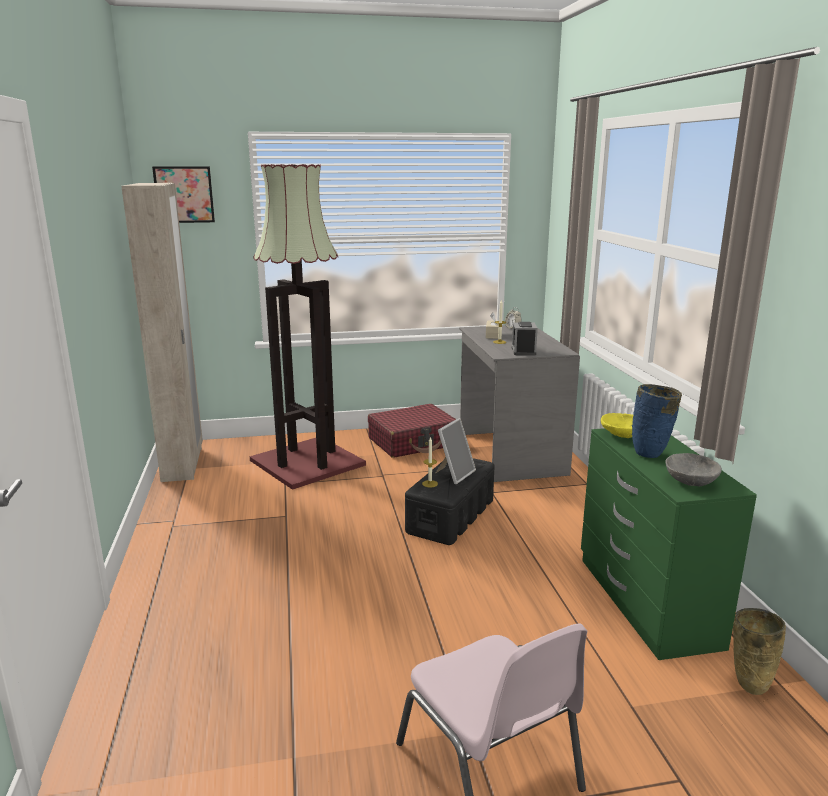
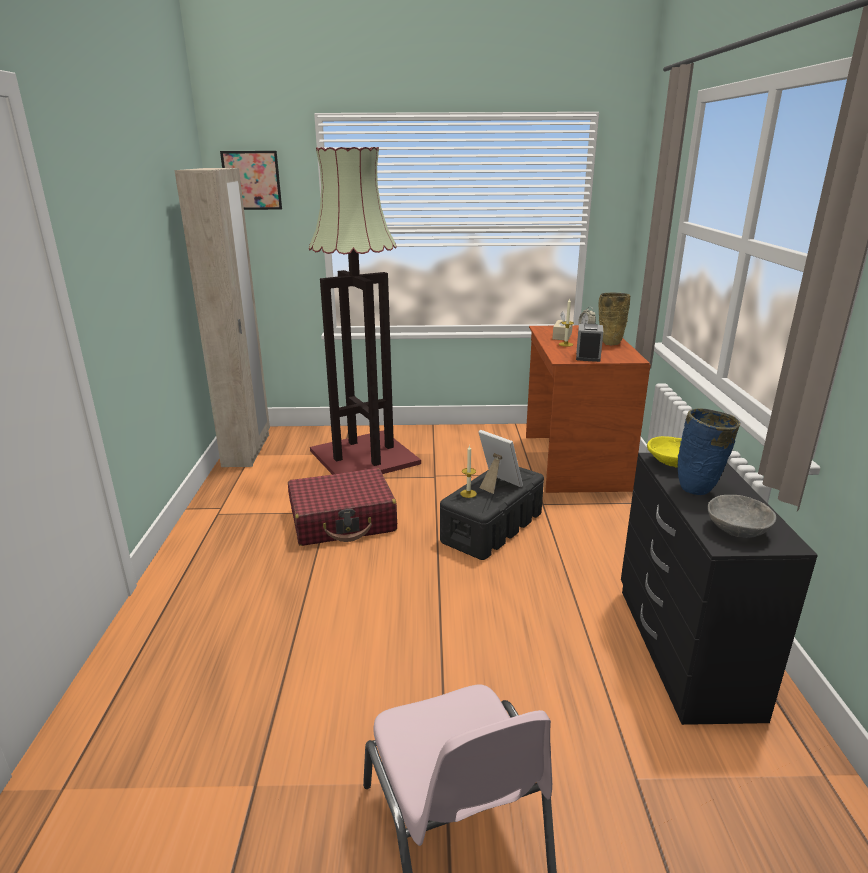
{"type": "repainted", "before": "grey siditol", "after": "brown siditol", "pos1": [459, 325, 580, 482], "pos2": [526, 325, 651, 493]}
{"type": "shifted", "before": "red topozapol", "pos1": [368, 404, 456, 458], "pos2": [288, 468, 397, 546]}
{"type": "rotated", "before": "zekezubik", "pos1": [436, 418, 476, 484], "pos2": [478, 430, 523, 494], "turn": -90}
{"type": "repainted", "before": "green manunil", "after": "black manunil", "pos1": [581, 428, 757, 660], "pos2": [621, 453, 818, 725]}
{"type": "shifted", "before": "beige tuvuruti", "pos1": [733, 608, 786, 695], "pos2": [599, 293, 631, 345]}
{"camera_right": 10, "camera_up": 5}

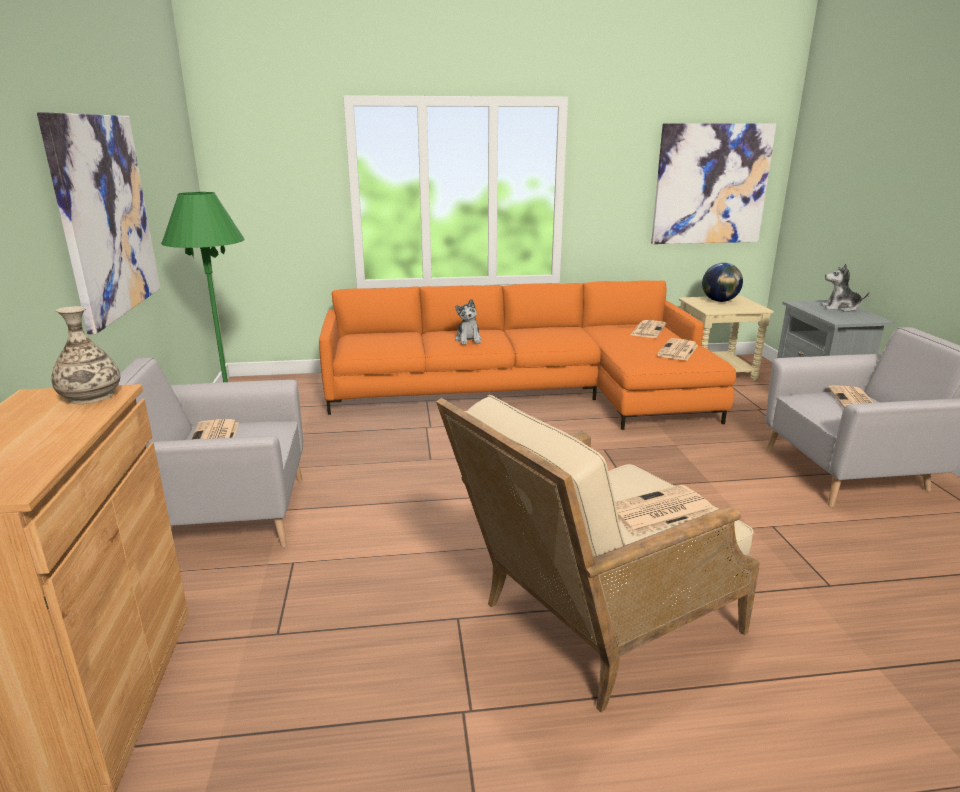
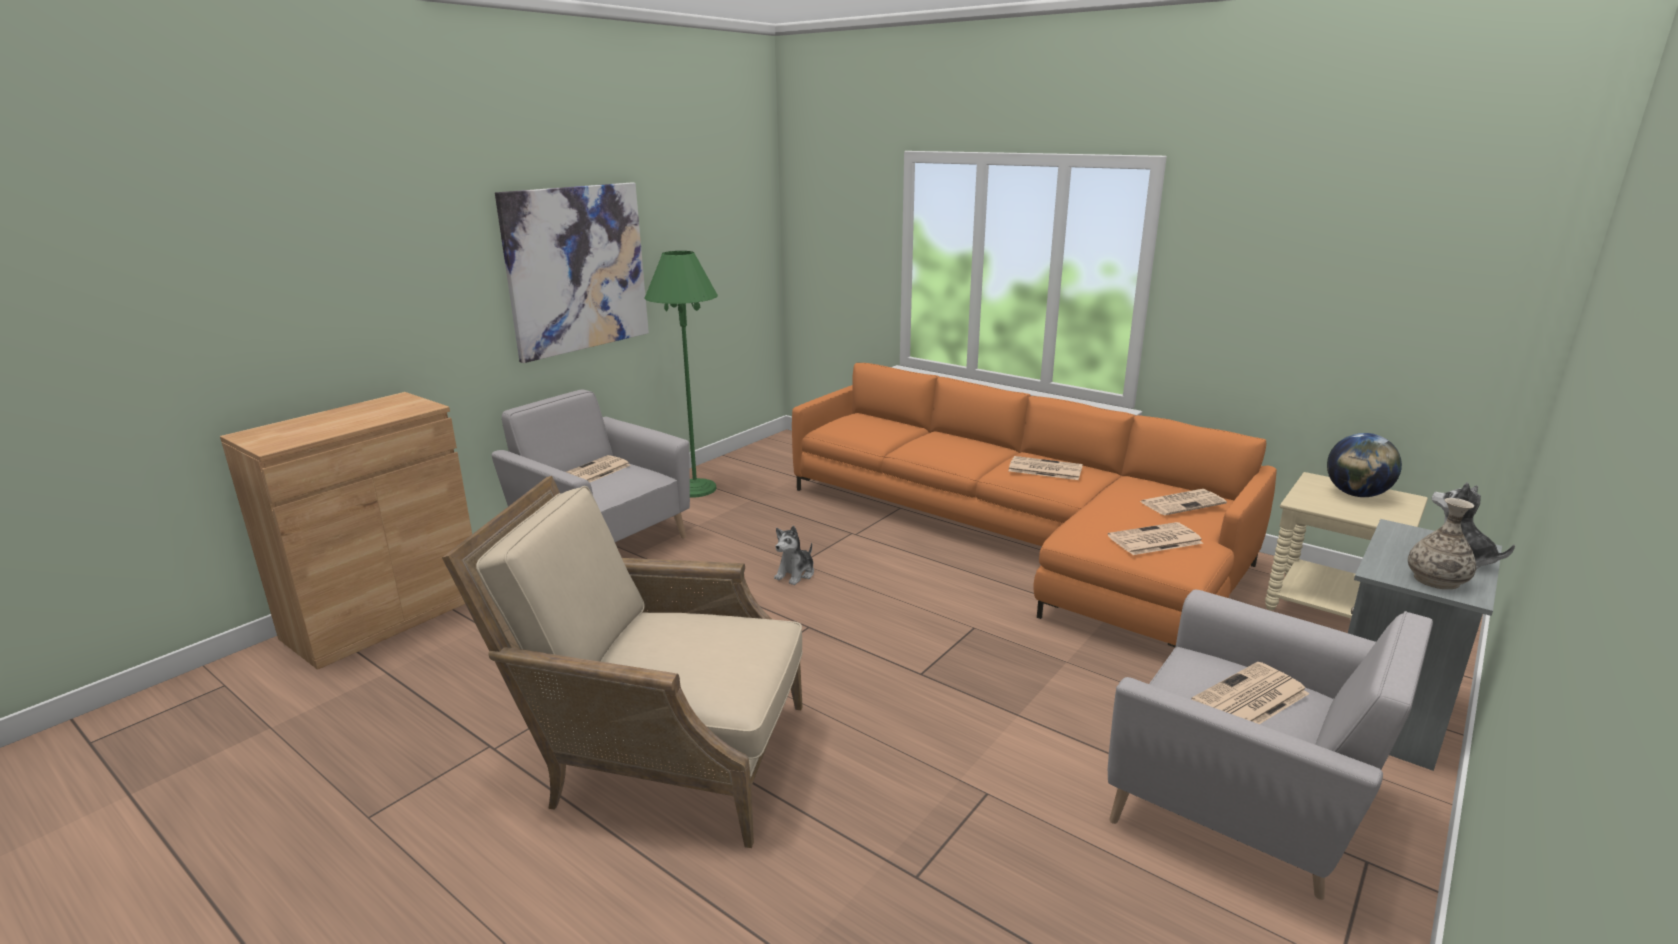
{"type": "gone", "before": "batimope", "pos1": [651, 123, 776, 244]}
{"type": "shifted", "before": "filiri", "pos1": [455, 299, 482, 345], "pos2": [774, 526, 814, 585]}
{"type": "shifted", "before": "tuvuruti", "pos1": [51, 306, 120, 404], "pos2": [1408, 498, 1476, 589]}
{"type": "shifted", "before": "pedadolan", "pos1": [615, 485, 714, 535], "pos2": [1008, 456, 1083, 480]}
{"camera_right": 45, "camera_up": 0}

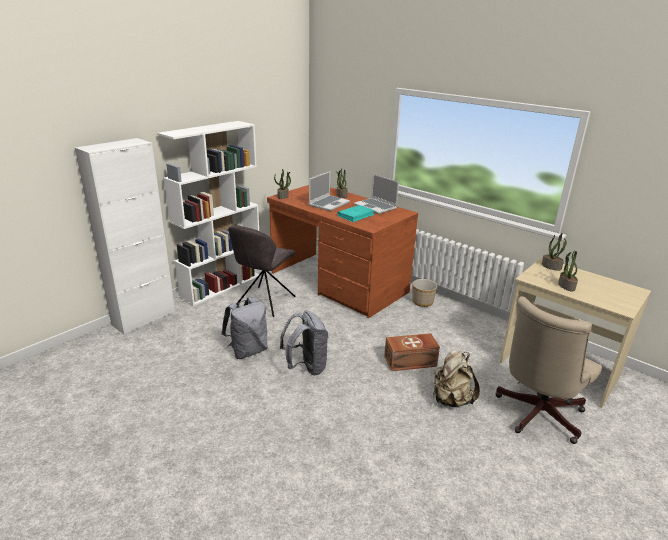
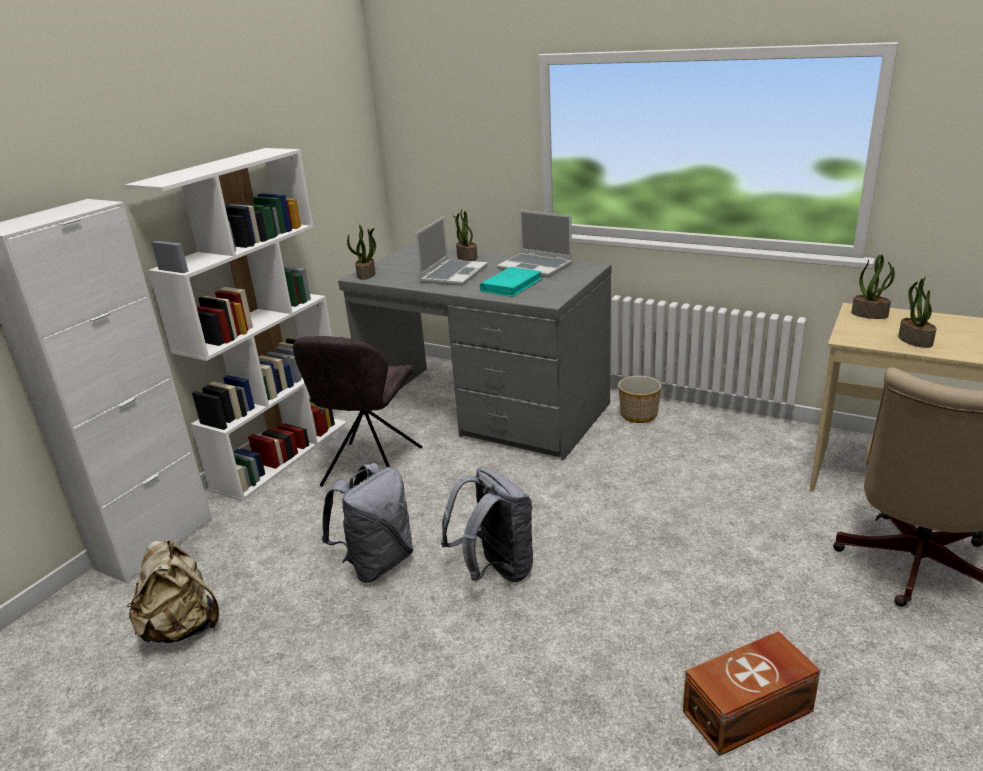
{"type": "repainted", "before": "brown siditol", "after": "grey siditol", "pos1": [267, 185, 418, 318], "pos2": [338, 245, 611, 460]}
{"type": "shifted", "before": "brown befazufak", "pos1": [384, 333, 440, 371], "pos2": [683, 631, 821, 756]}
{"type": "shifted", "before": "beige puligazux", "pos1": [433, 350, 480, 407], "pos2": [127, 540, 219, 643]}
{"camera_right": -10, "camera_up": 0}

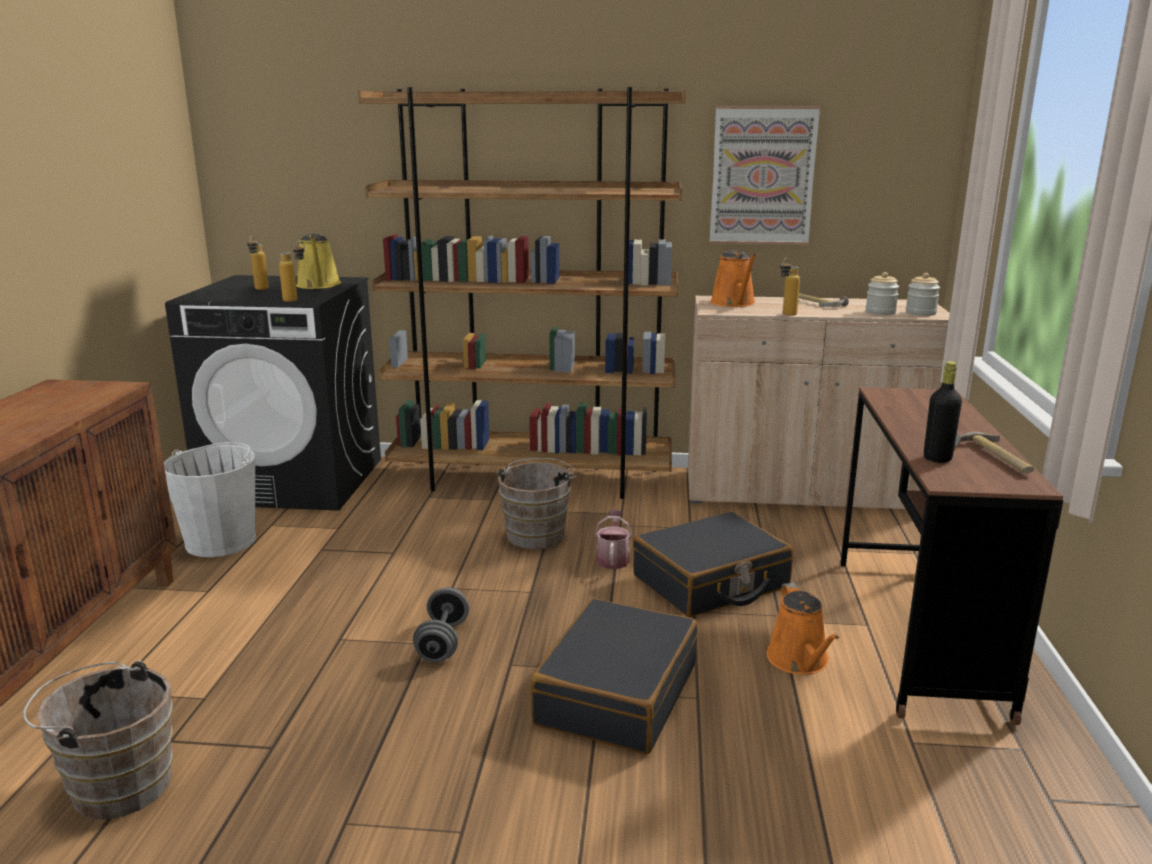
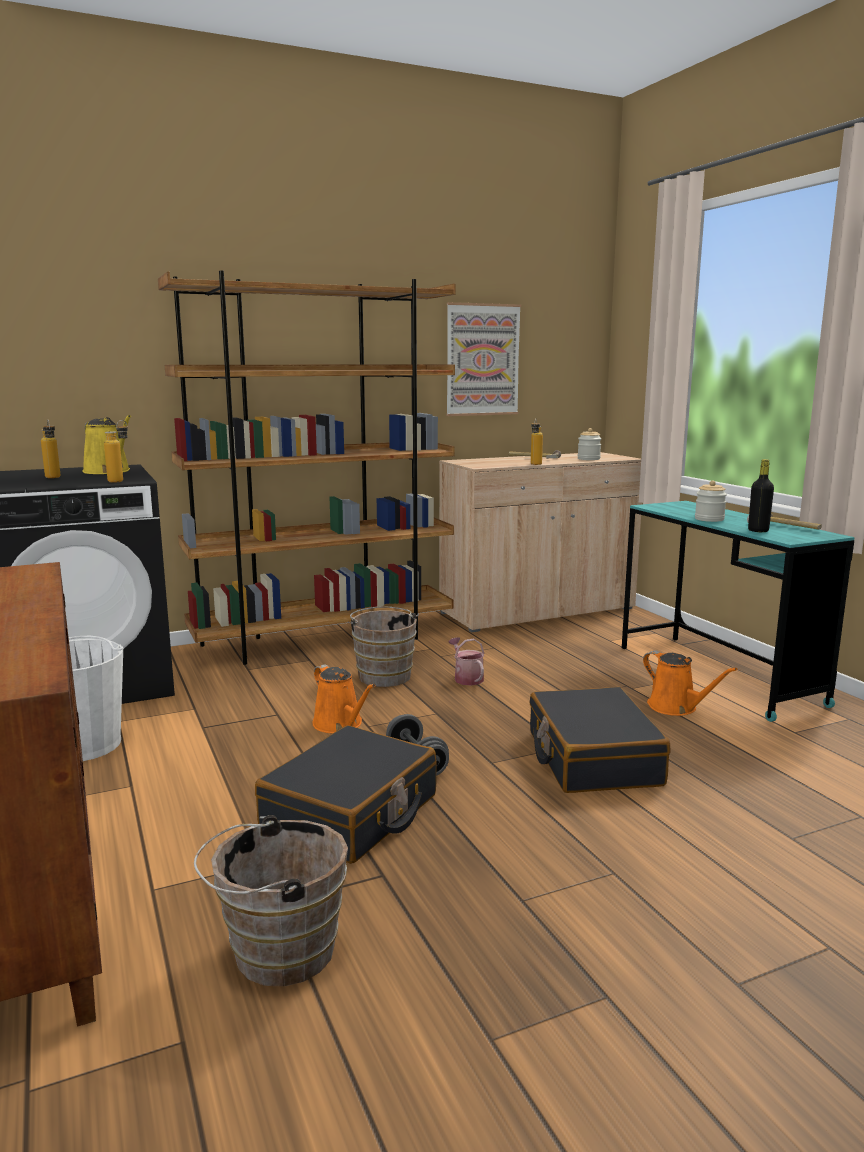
{"type": "shifted", "before": "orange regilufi", "pos1": [710, 250, 756, 307], "pos2": [312, 664, 376, 733]}
{"type": "shifted", "before": "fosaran", "pos1": [906, 273, 940, 316], "pos2": [695, 481, 727, 522]}
{"type": "repainted", "before": "brown siditol", "after": "turquoise siditol", "pos1": [840, 387, 1063, 725], "pos2": [622, 501, 854, 722]}
{"type": "shifted", "before": "black topozapol", "pos1": [633, 511, 793, 617], "pos2": [255, 726, 437, 864]}
{"camera_right": -30, "camera_up": -5}

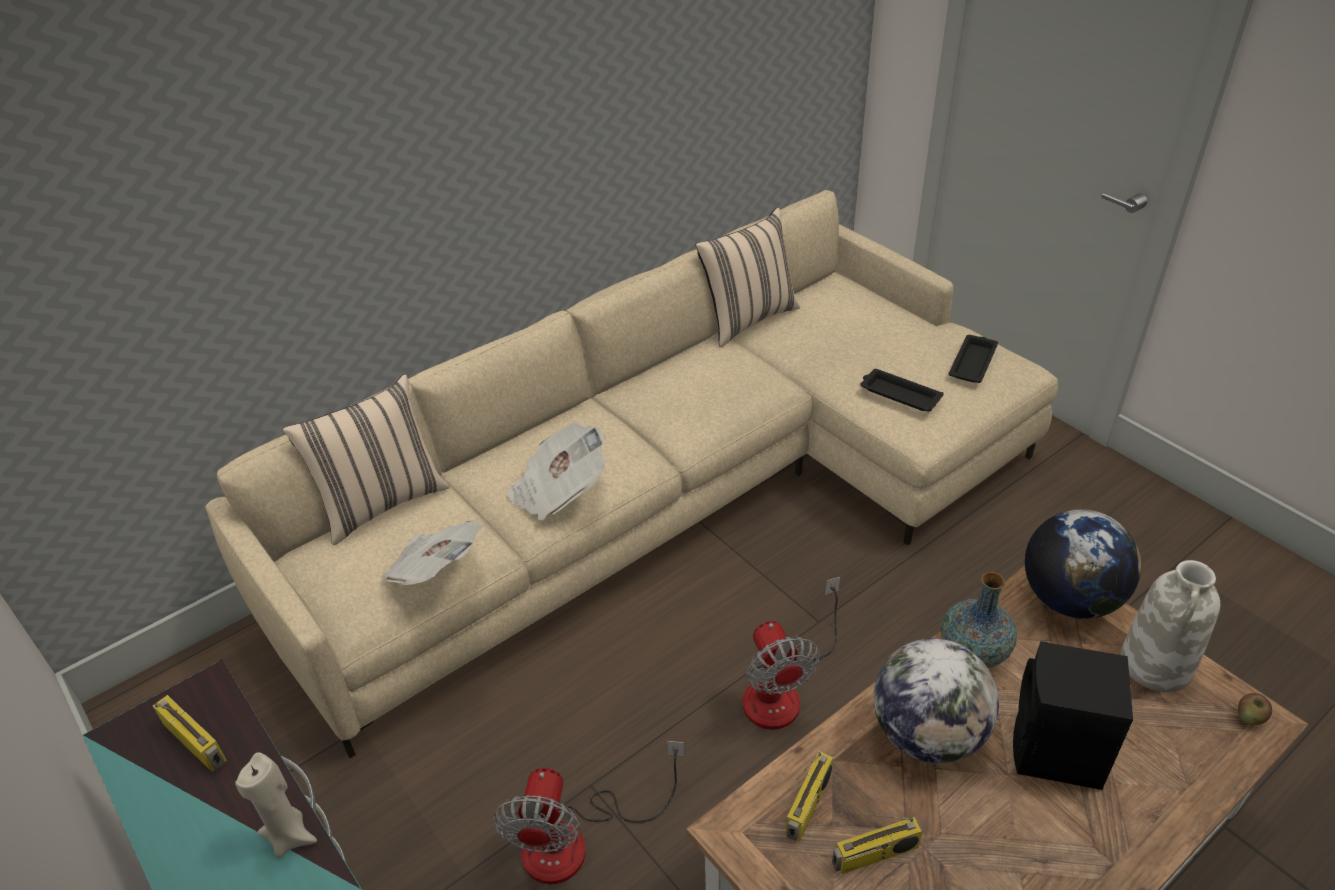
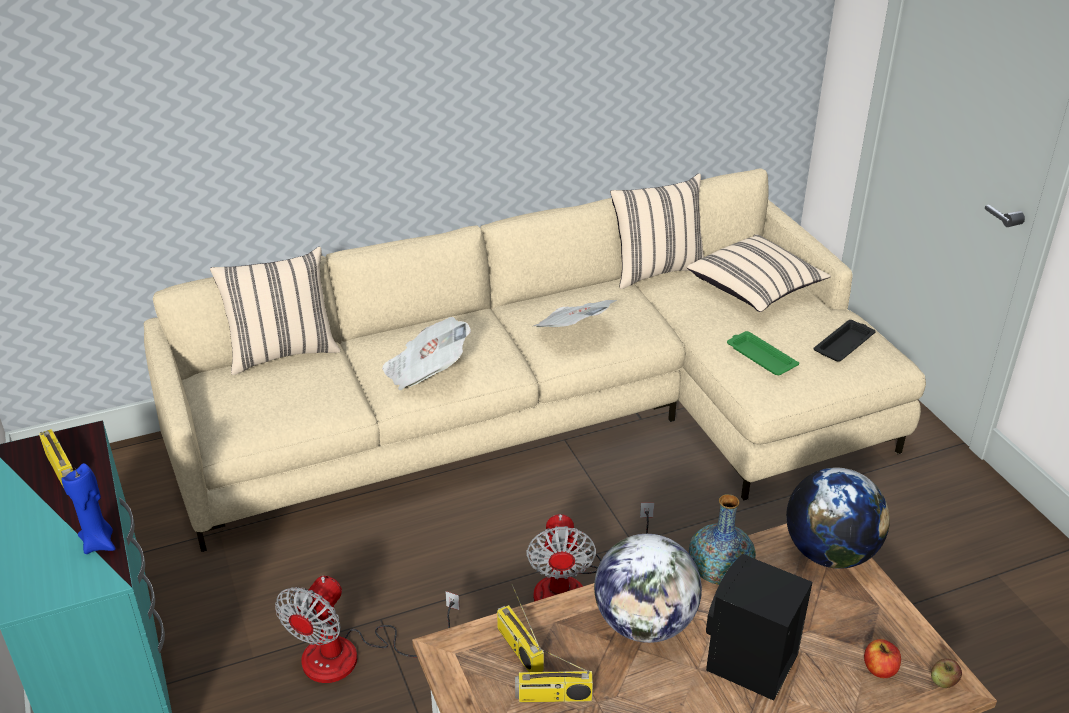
{"type": "repainted", "before": "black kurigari", "after": "green kurigari", "pos1": [861, 369, 944, 411], "pos2": [727, 331, 799, 375]}
{"type": "shifted", "before": "pedadolan", "pos1": [381, 520, 483, 585], "pos2": [534, 300, 617, 327]}
{"type": "gone", "before": "white tuvuruti", "pos1": [1120, 560, 1220, 692]}
{"type": "rotated", "before": "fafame", "pos1": [786, 751, 833, 841], "pos2": [497, 584, 544, 672], "turn": 105}
{"type": "repainted", "before": "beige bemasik", "after": "blue bemasik", "pos1": [235, 752, 317, 858], "pos2": [61, 463, 116, 554]}
{"type": "new", "after": "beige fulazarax", "pos2": [687, 234, 831, 312]}
{"type": "new", "after": "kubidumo", "pos2": [864, 639, 901, 678]}
{"camera_right": 15, "camera_up": -5}

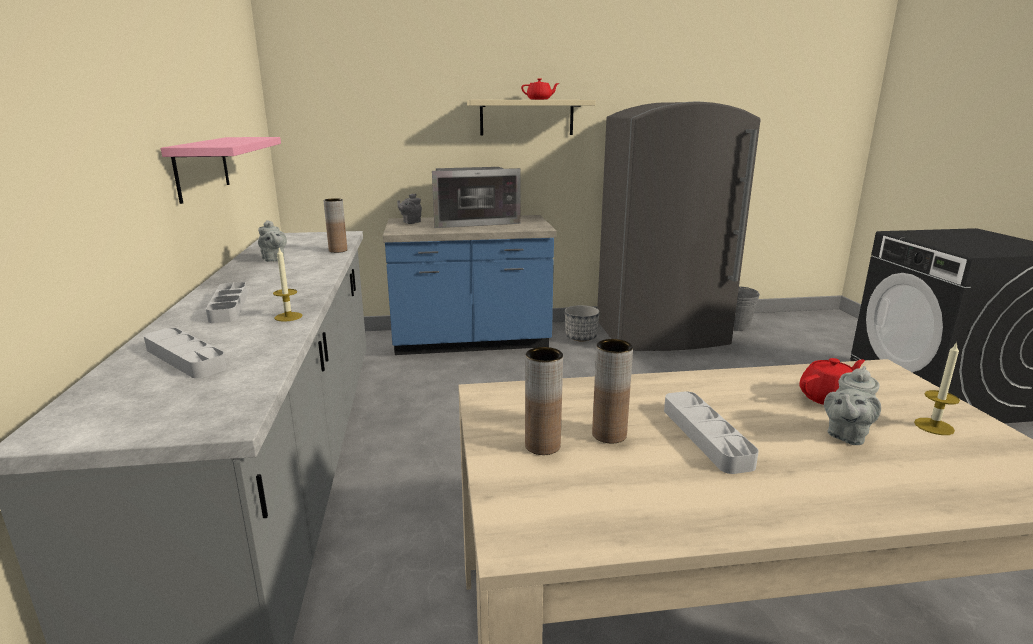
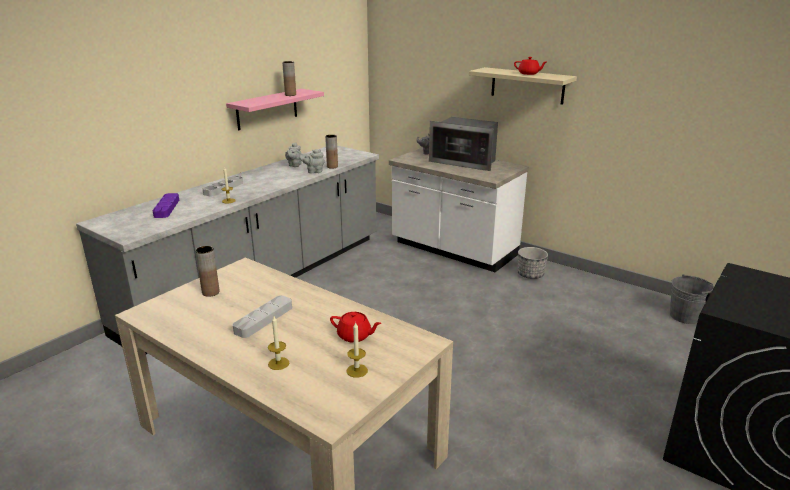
{"type": "gone", "before": "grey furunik", "pos1": [597, 101, 761, 351]}
{"type": "repainted", "before": "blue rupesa", "after": "white rupesa", "pos1": [383, 215, 556, 355], "pos2": [389, 147, 529, 272]}
{"type": "repainted", "before": "grey kurigari", "after": "purple kurigari", "pos1": [144, 328, 227, 378], "pos2": [152, 193, 179, 218]}
{"type": "shifted", "before": "brown tuvuruti", "pos1": [592, 339, 633, 443], "pos2": [282, 61, 296, 96]}
{"type": "shifted", "before": "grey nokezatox", "pos1": [824, 366, 881, 445], "pos2": [299, 149, 325, 173]}
{"type": "new", "after": "bemasik", "pos2": [268, 316, 289, 370]}
{"camera_right": 45, "camera_up": 5}

